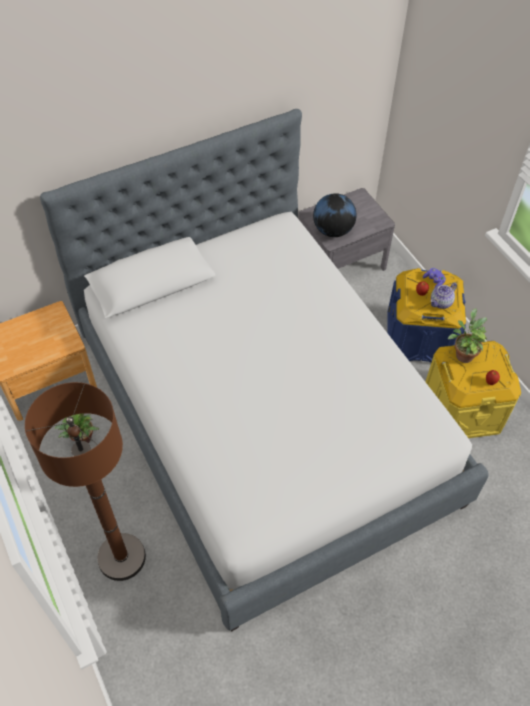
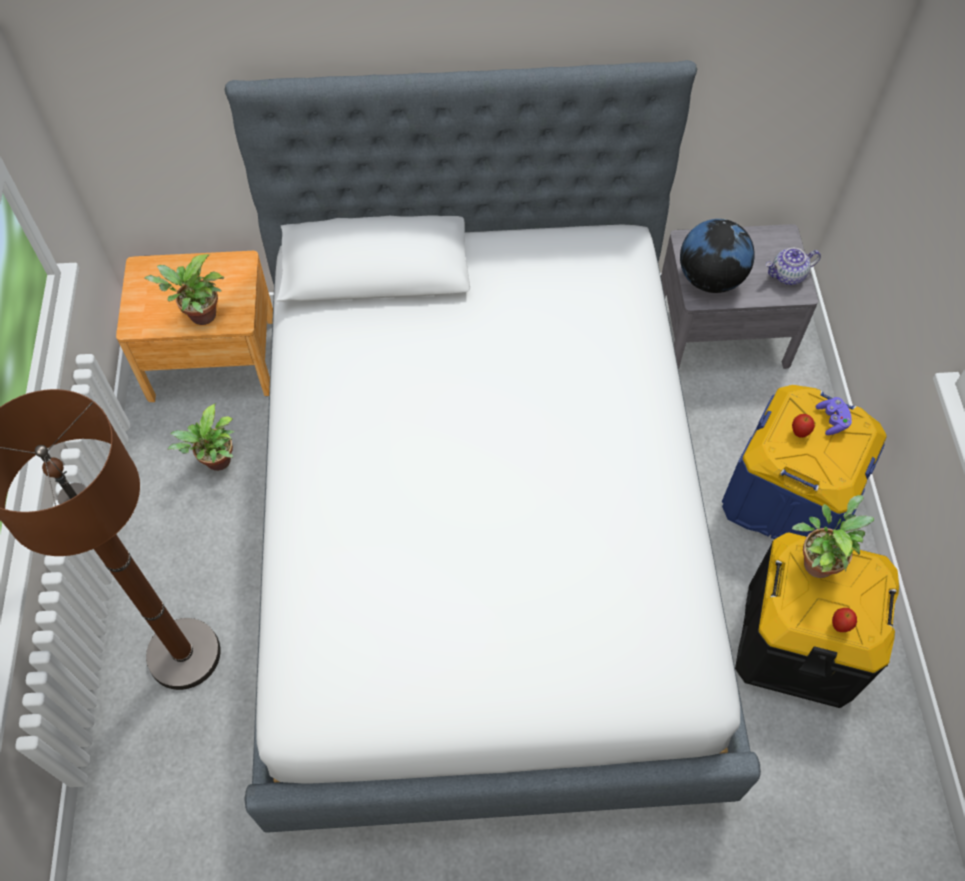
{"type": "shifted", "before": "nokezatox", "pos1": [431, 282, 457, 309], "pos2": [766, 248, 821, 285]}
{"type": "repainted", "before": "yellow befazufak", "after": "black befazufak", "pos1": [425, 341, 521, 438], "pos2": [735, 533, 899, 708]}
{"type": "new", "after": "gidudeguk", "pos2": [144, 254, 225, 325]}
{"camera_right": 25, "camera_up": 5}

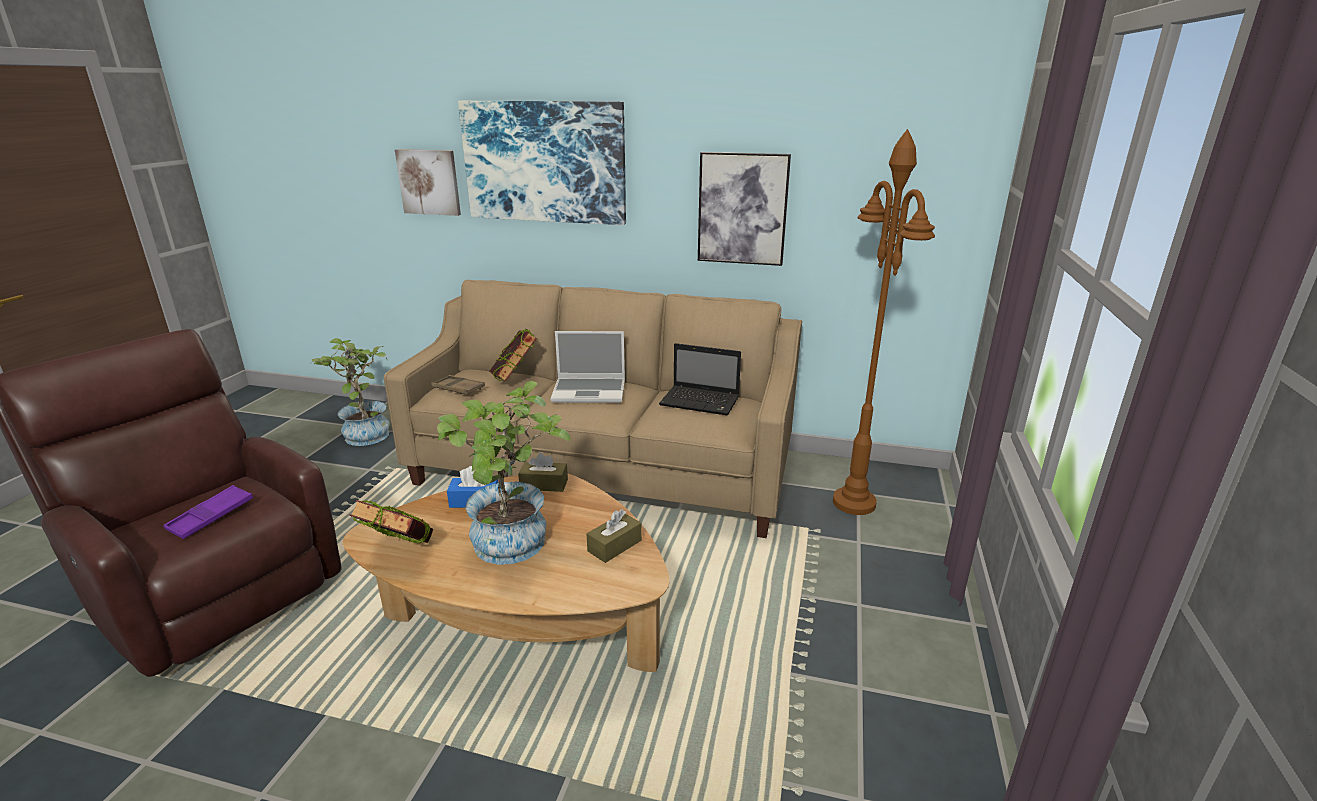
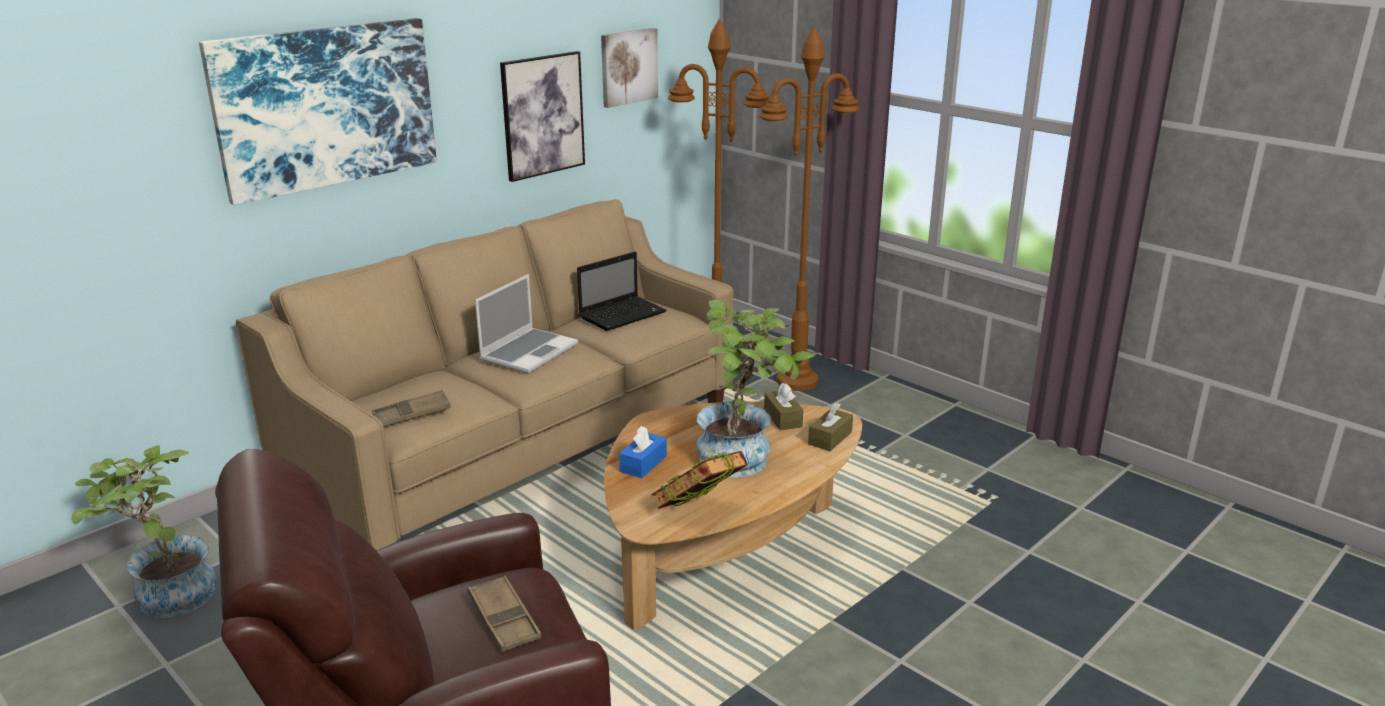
{"type": "shifted", "before": "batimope", "pos1": [395, 149, 461, 216], "pos2": [601, 28, 658, 108]}
{"type": "gone", "before": "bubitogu", "pos1": [489, 329, 537, 382]}
{"type": "shifted", "before": "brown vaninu", "pos1": [518, 453, 568, 492], "pos2": [808, 403, 853, 451]}
{"type": "repainted", "before": "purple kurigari", "after": "brown kurigari", "pos1": [163, 485, 253, 539], "pos2": [468, 576, 541, 653]}
{"type": "new", "after": "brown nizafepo", "pos2": [759, 27, 860, 391]}
{"camera_right": -60, "camera_up": 0}

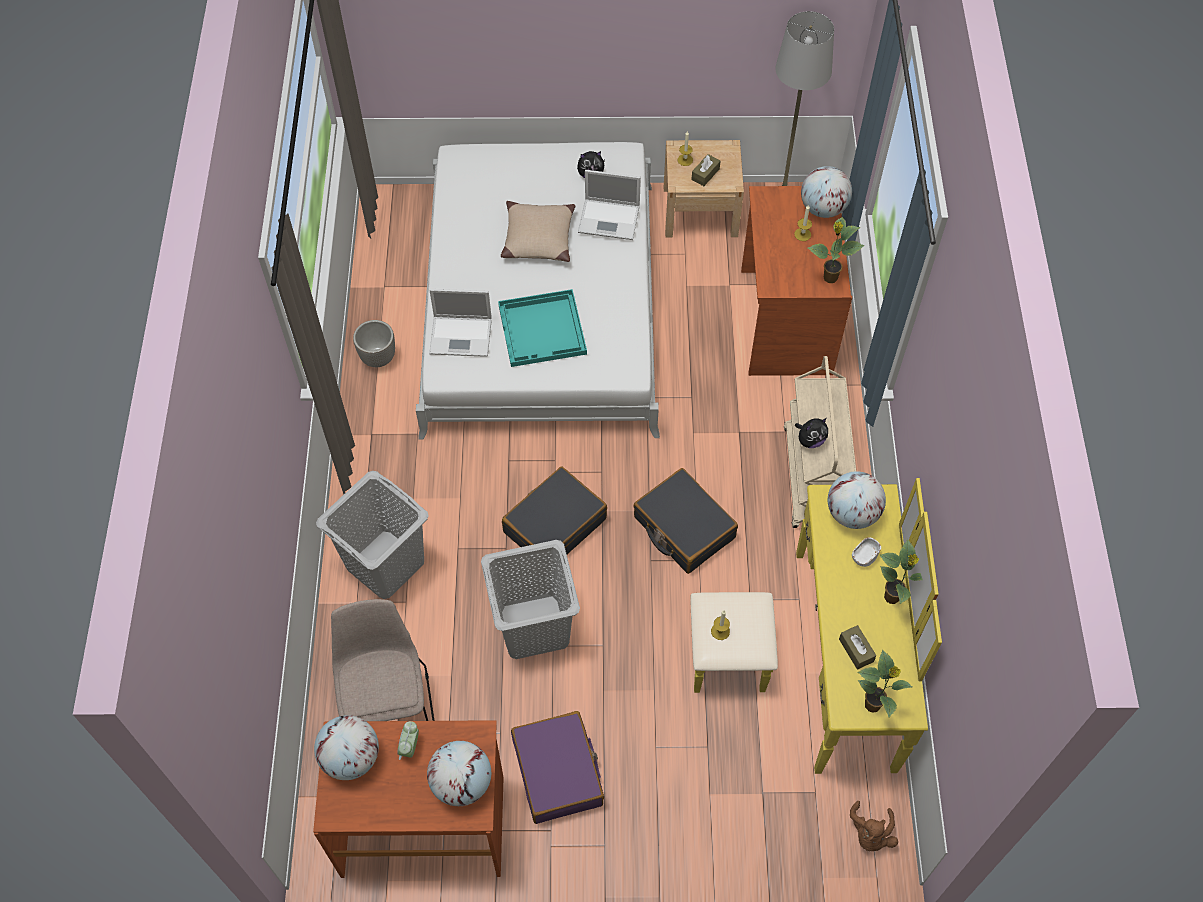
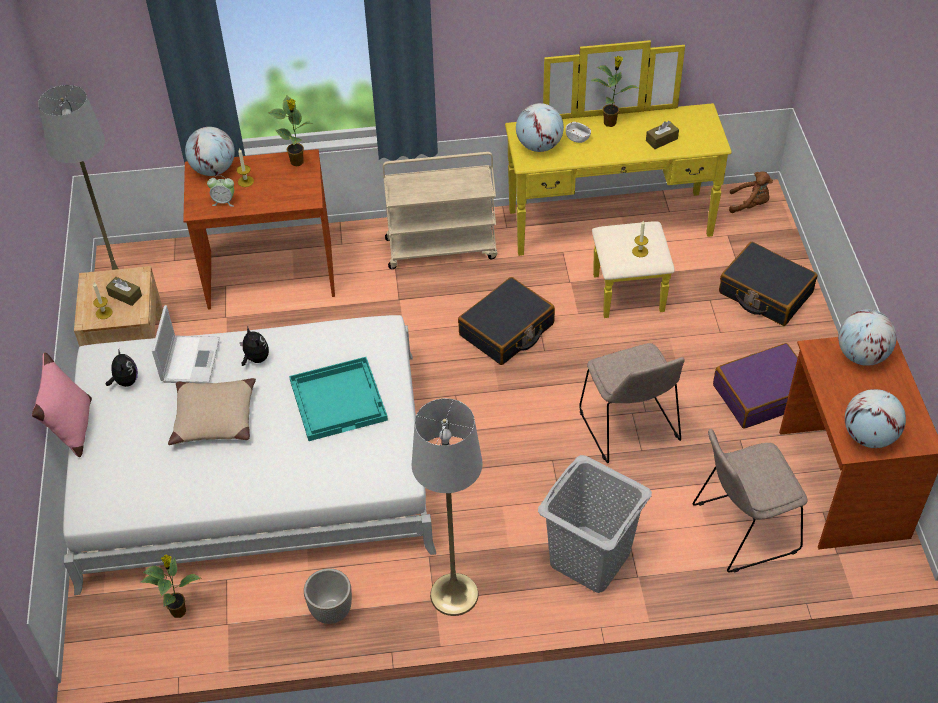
{"type": "gone", "before": "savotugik", "pos1": [429, 289, 492, 357]}
{"type": "shifted", "before": "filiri", "pos1": [795, 418, 828, 448], "pos2": [240, 327, 269, 366]}
{"type": "shifted", "before": "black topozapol", "pos1": [502, 466, 607, 554], "pos2": [719, 242, 818, 326]}
{"type": "swapped", "before": "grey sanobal", "after": "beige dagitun", "pos1": [481, 540, 580, 659], "pos2": [579, 343, 685, 463]}
{"type": "shifted", "before": "gidudeguk", "pos1": [858, 649, 912, 718], "pos2": [140, 555, 202, 618]}
{"type": "shifted", "before": "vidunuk", "pos1": [397, 721, 419, 760], "pos2": [207, 175, 234, 207]}
{"type": "new", "after": "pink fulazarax", "pos2": [32, 353, 92, 457]}
{"type": "new", "after": "grey nizafepo", "pos2": [412, 398, 482, 616]}
{"camera_right": -95, "camera_up": -10}

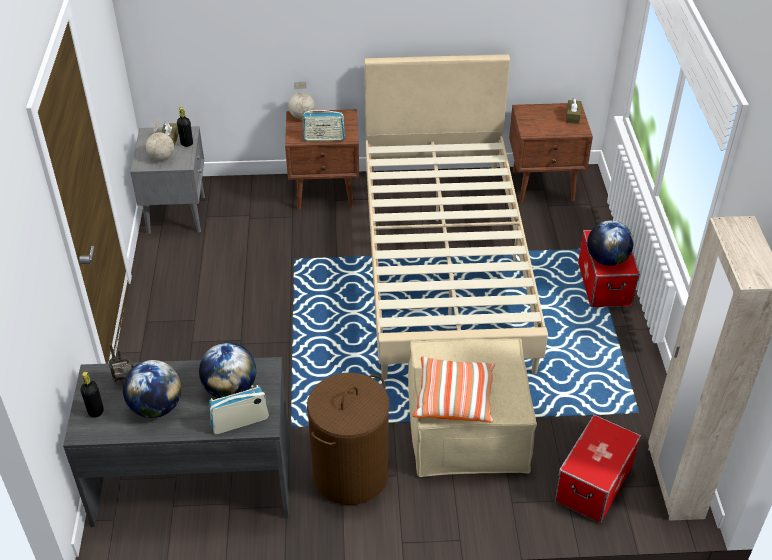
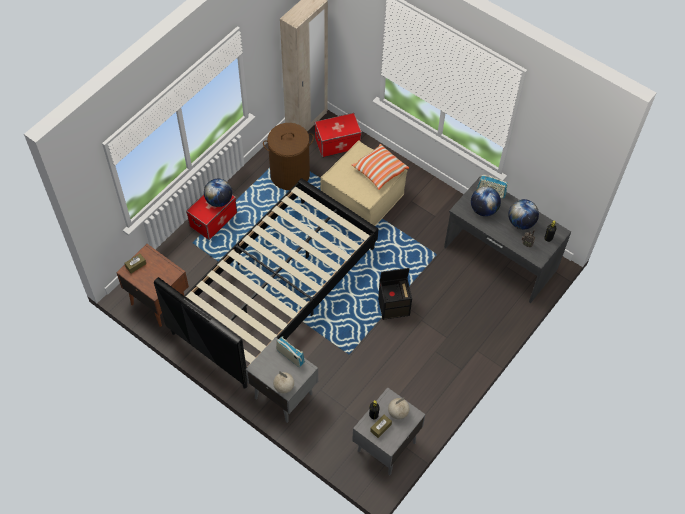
{"type": "repainted", "before": "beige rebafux", "after": "black rebafux", "pos1": [364, 54, 548, 380], "pos2": [154, 178, 378, 389]}
{"type": "repainted", "before": "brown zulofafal", "after": "grey zulofafal", "pos1": [285, 109, 359, 210], "pos2": [246, 337, 318, 423]}
{"type": "shifted", "before": "brown sanobal", "pos1": [307, 373, 389, 505], "pos2": [263, 123, 314, 190]}
{"type": "new", "after": "black befazufak", "pos2": [378, 268, 412, 320]}
{"camera_right": -140, "camera_up": 15}

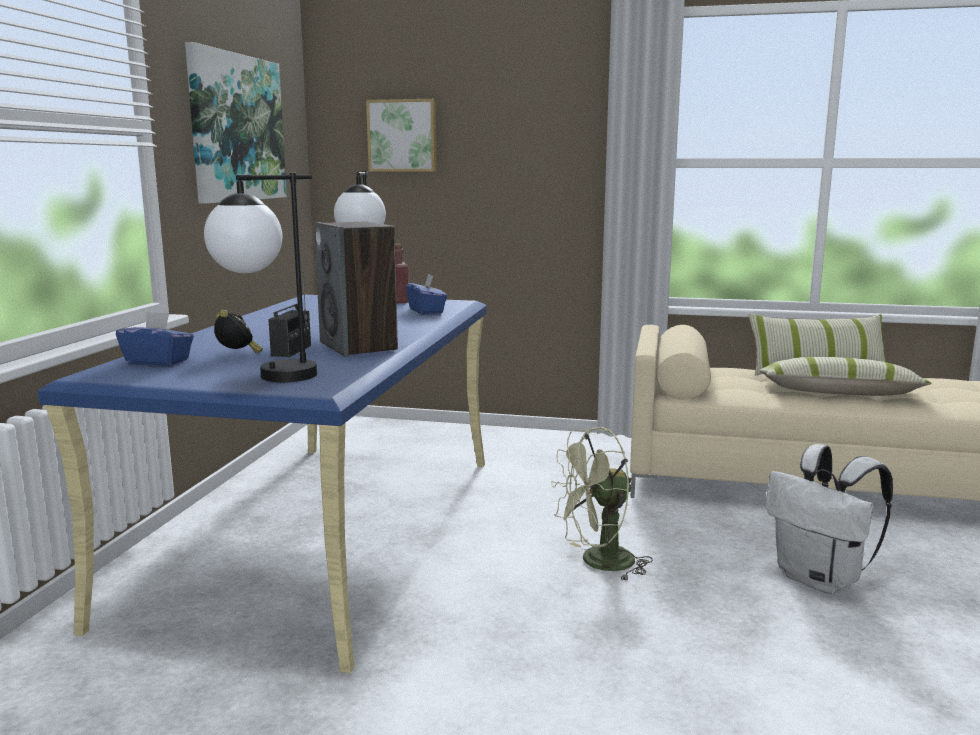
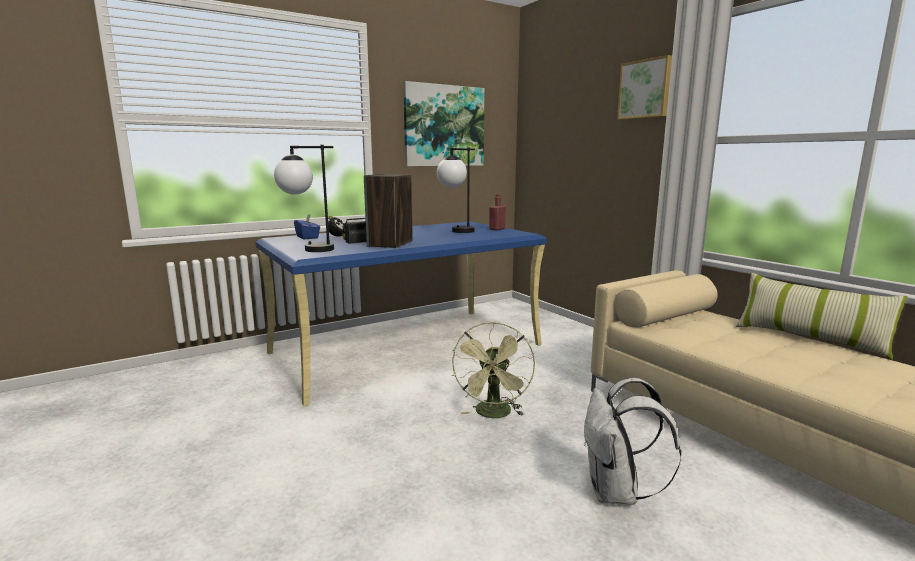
{"type": "shifted", "before": "batimope", "pos1": [366, 99, 437, 172], "pos2": [617, 55, 672, 120]}
{"type": "gone", "before": "blue vaninu", "pos1": [406, 274, 447, 314]}
{"type": "gone", "before": "fulazarax", "pos1": [759, 357, 932, 396]}
{"type": "rotated", "before": "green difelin", "pos1": [551, 427, 653, 582], "pos2": [452, 322, 535, 418], "turn": -105}
{"camera_right": 45, "camera_up": 0}

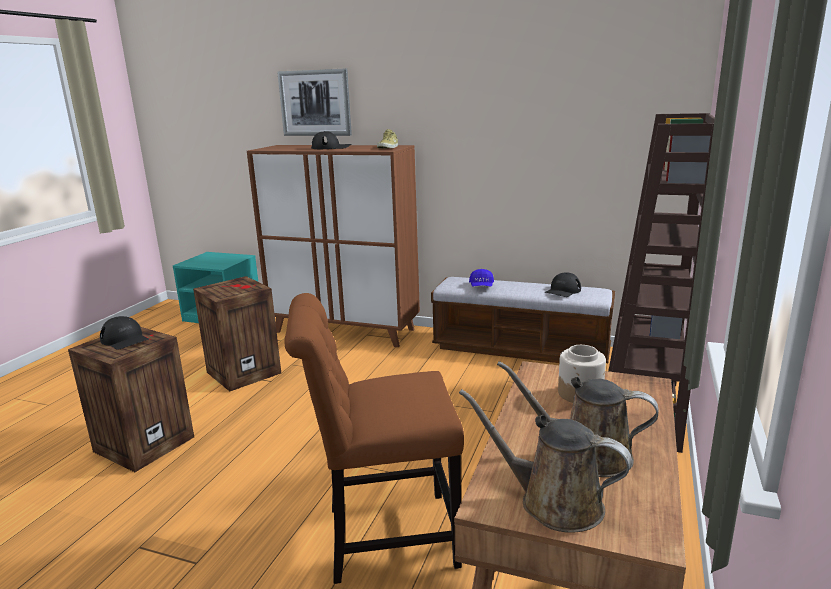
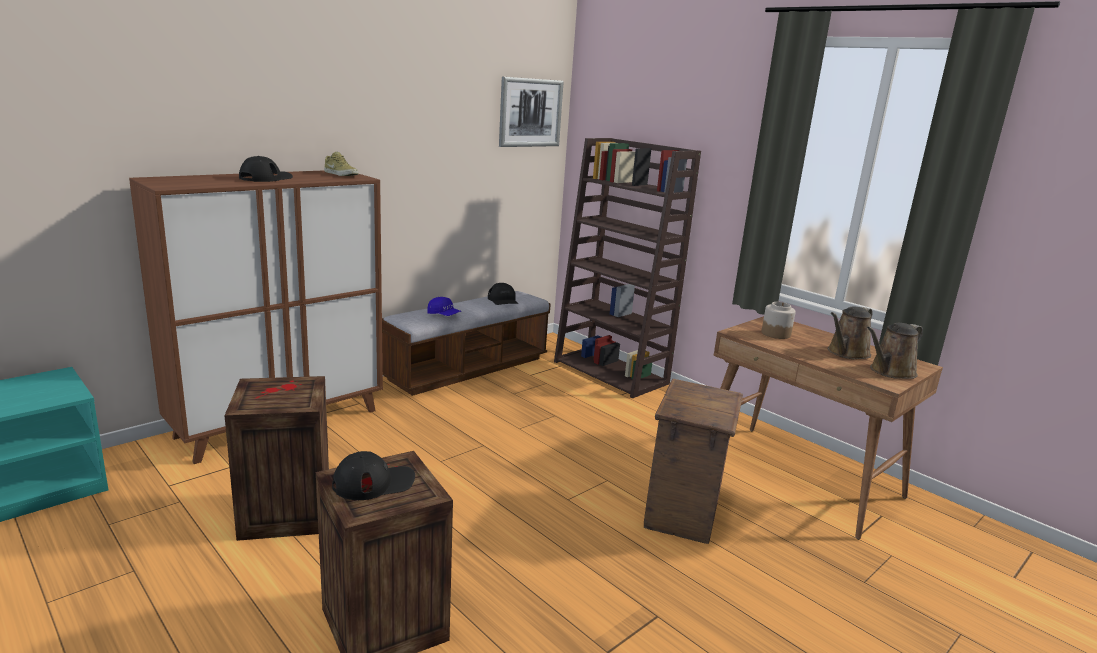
{"type": "shifted", "before": "batimope", "pos1": [277, 69, 352, 136], "pos2": [499, 77, 564, 147]}
{"type": "swapped", "before": "brown dagitun", "after": "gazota", "pos1": [285, 293, 464, 584], "pos2": [644, 379, 743, 544]}
{"camera_right": -65, "camera_up": 0}

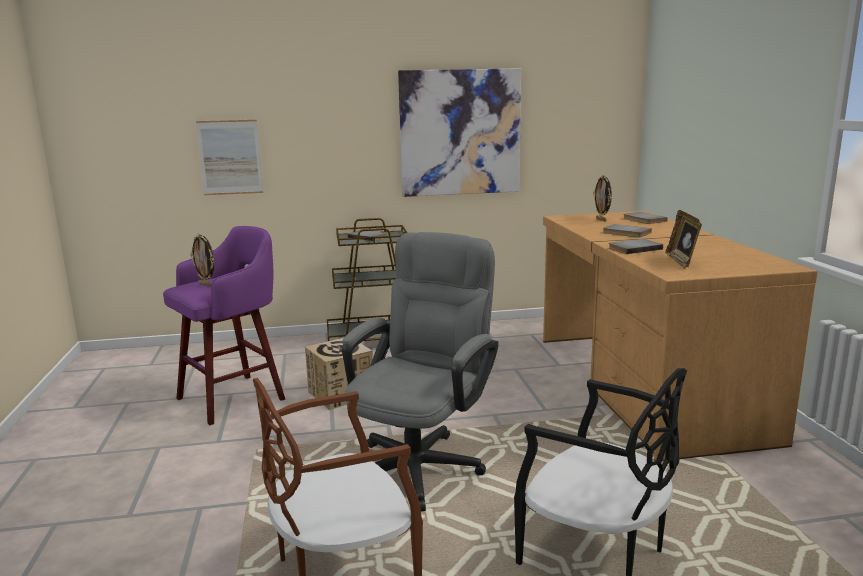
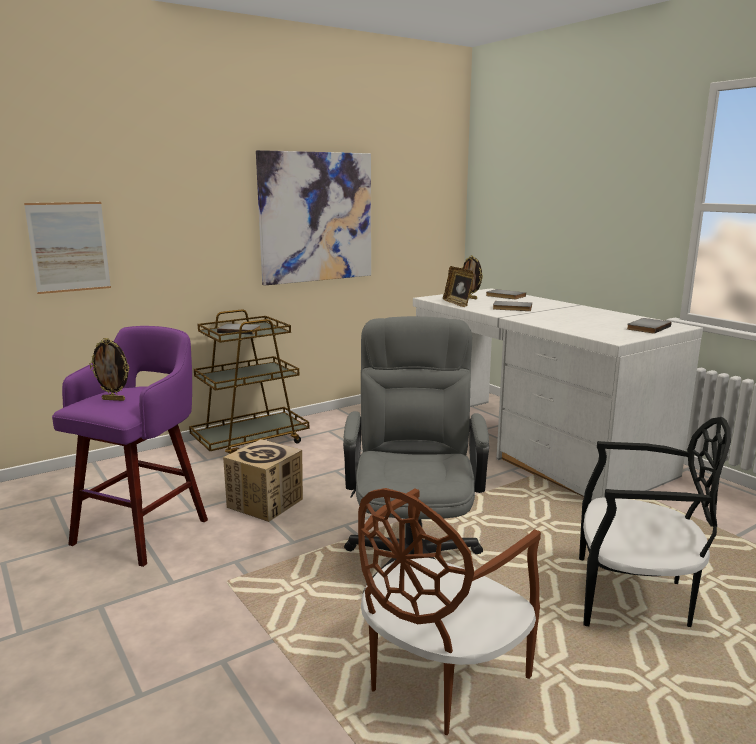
{"type": "shifted", "before": "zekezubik", "pos1": [665, 210, 702, 268], "pos2": [443, 266, 474, 307]}
{"type": "repainted", "before": "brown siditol", "after": "white siditol", "pos1": [543, 211, 818, 461], "pos2": [413, 288, 703, 501]}
{"type": "shifted", "before": "grey bubitogu", "pos1": [608, 239, 663, 254], "pos2": [627, 318, 671, 334]}
{"camera_right": -25, "camera_up": 0}

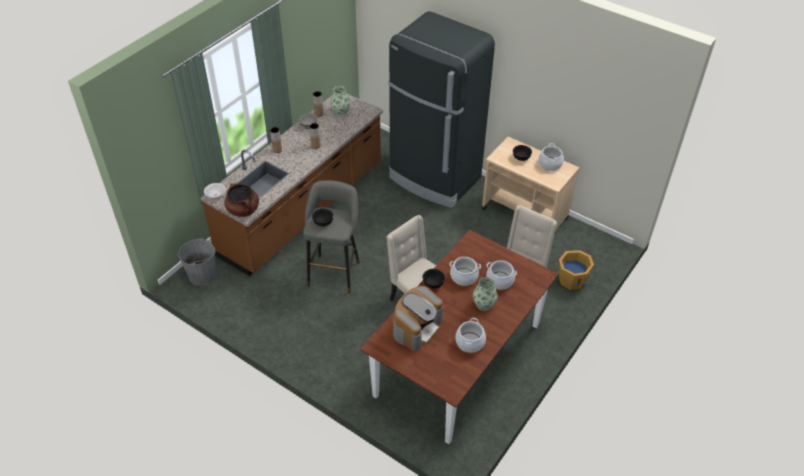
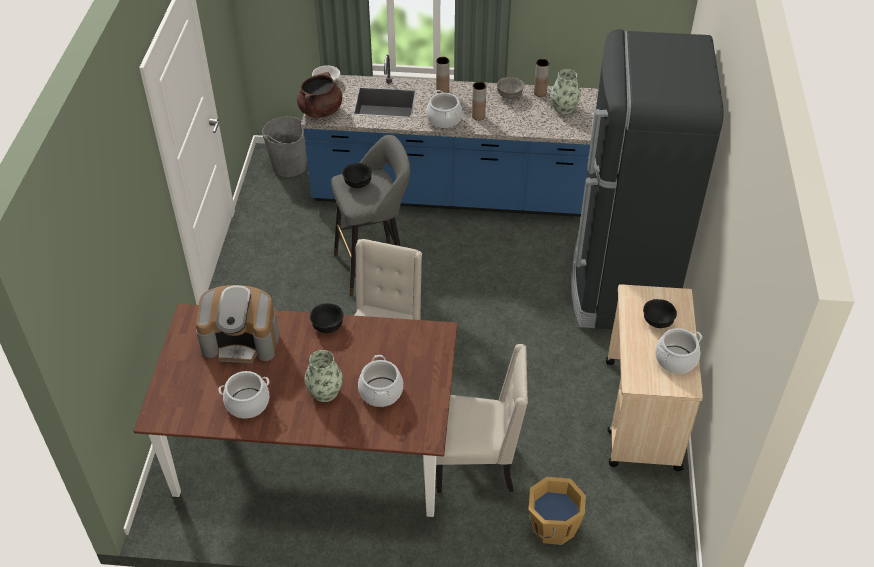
{"type": "repainted", "before": "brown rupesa", "after": "blue rupesa", "pos1": [201, 94, 383, 276], "pos2": [301, 54, 599, 217]}
{"type": "shifted", "before": "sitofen", "pos1": [449, 257, 481, 286], "pos2": [426, 90, 462, 129]}
{"camera_right": 60, "camera_up": 0}

